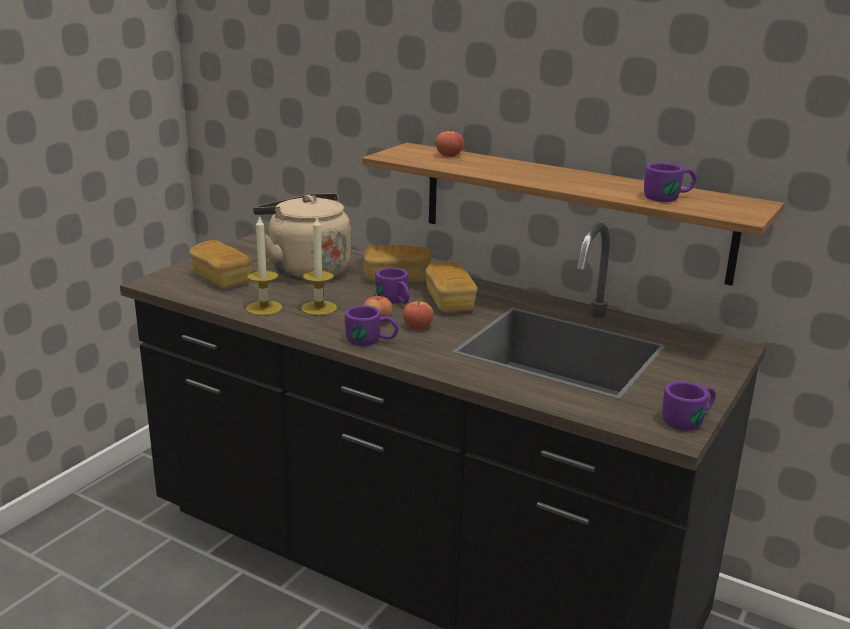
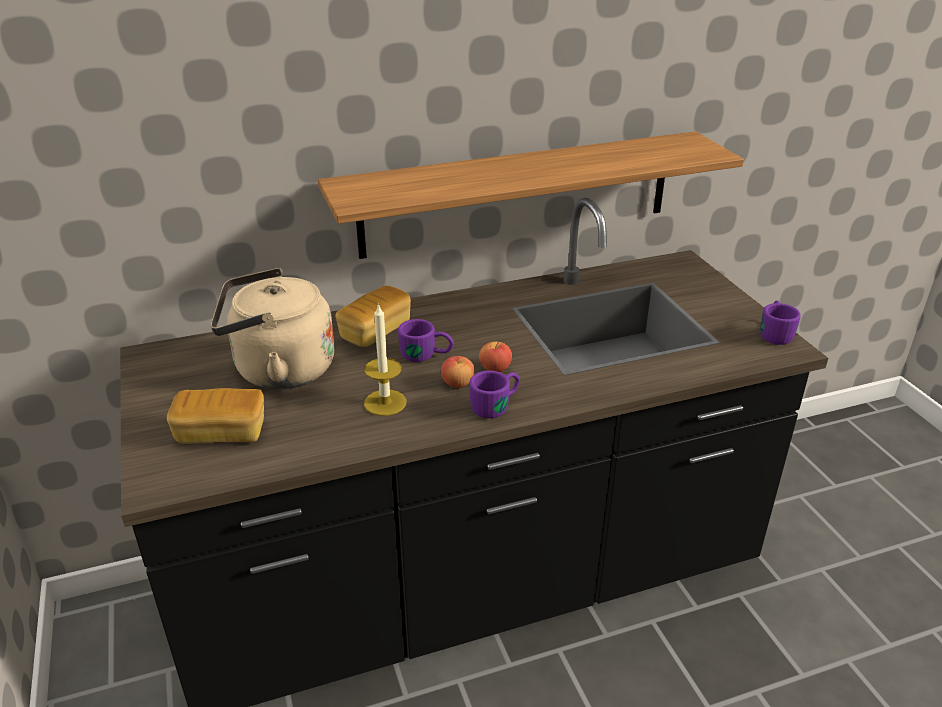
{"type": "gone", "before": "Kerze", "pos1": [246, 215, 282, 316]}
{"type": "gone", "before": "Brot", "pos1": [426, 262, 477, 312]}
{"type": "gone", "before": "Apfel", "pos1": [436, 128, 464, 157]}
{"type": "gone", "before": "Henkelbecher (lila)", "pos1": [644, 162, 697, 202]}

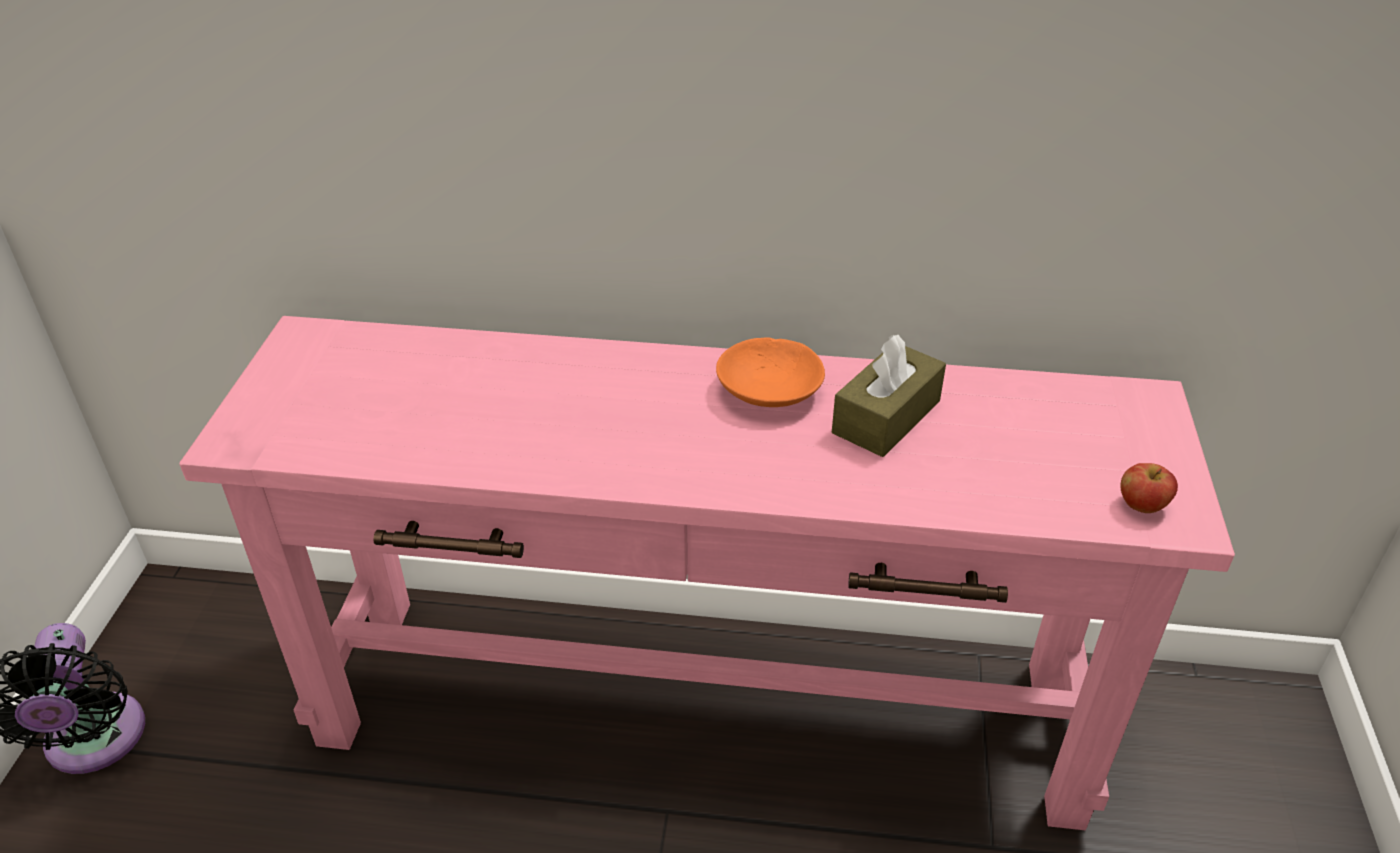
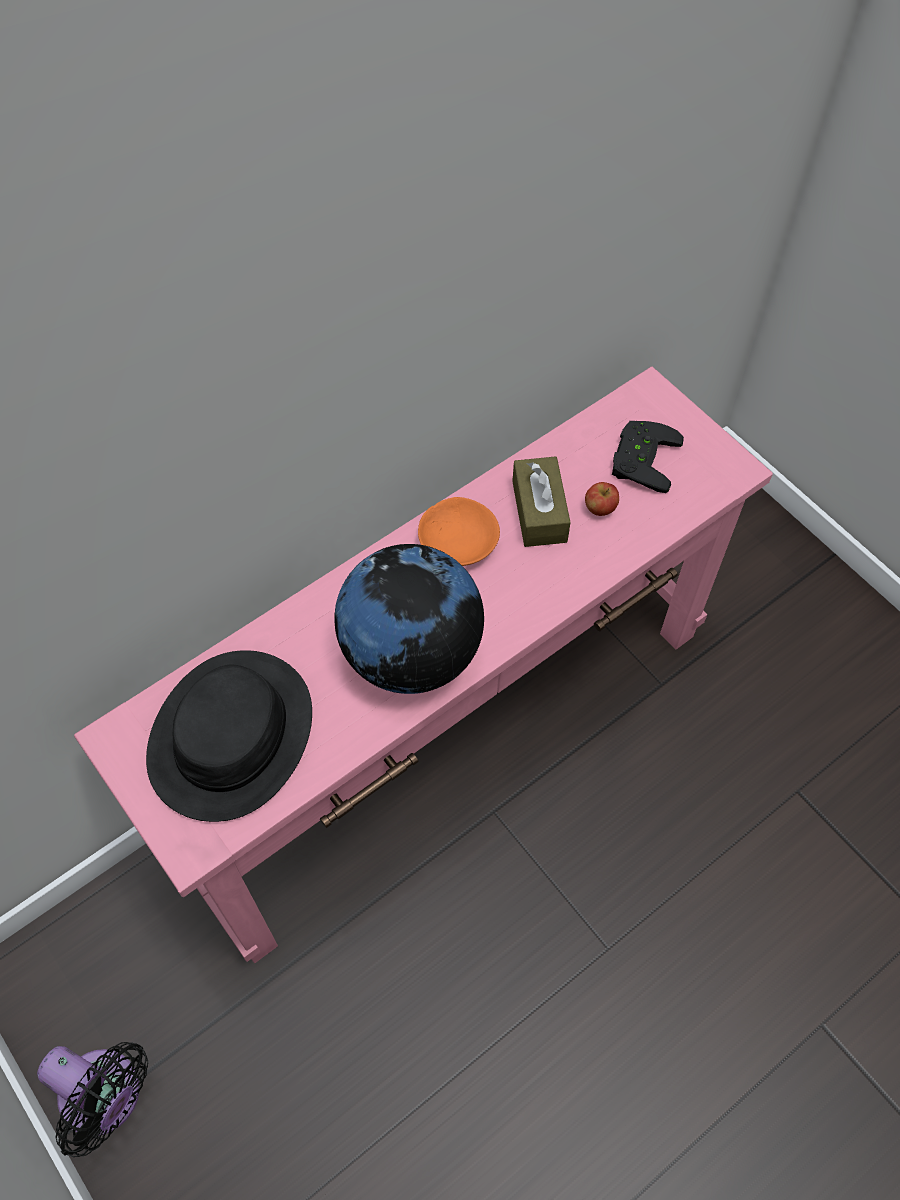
{"type": "new", "after": "Hut (schwarz)", "pos2": [146, 650, 312, 822]}
{"type": "new", "after": "Globus", "pos2": [334, 544, 484, 694]}
{"type": "shifted", "before": "Apfel", "pos1": [1120, 463, 1178, 513], "pos2": [585, 482, 619, 516]}
{"type": "new", "after": "Gamepad (schwarz)", "pos2": [612, 421, 684, 493]}

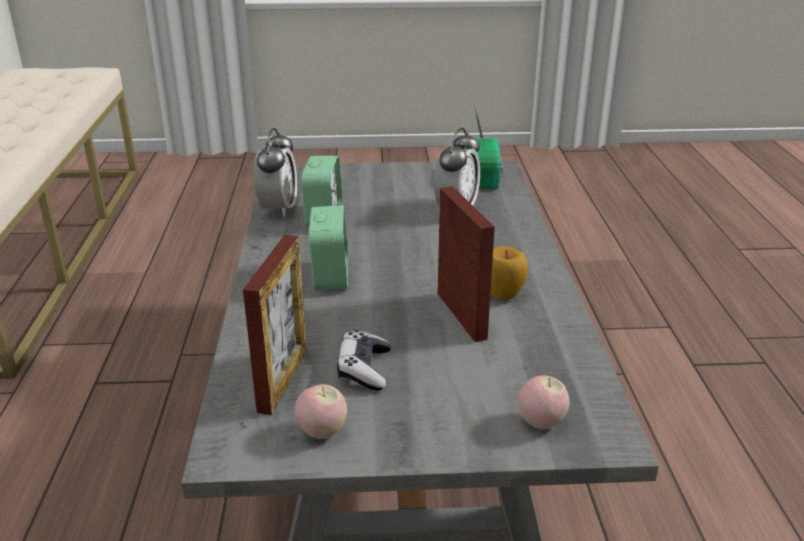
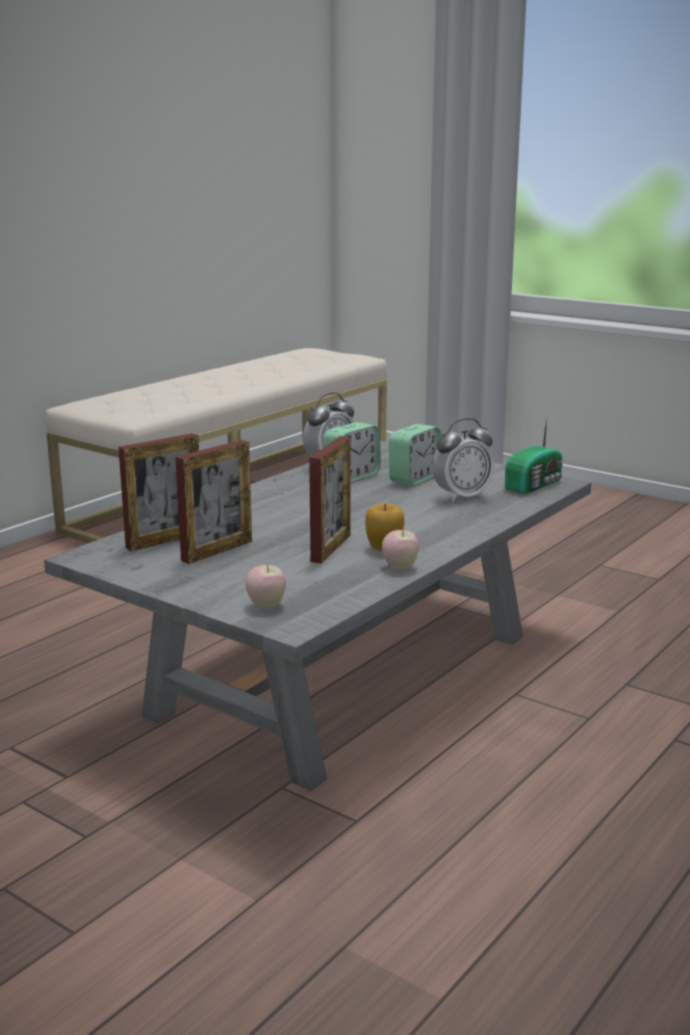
{"type": "swapped", "before": "Gamepad", "after": "Bilderrahmen", "pos1": [337, 330, 391, 391], "pos2": [175, 440, 252, 564]}
{"type": "shifted", "before": "Apfel", "pos1": [295, 384, 347, 439], "pos2": [382, 528, 419, 569]}
{"type": "shifted", "before": "Wecker", "pos1": [308, 205, 348, 290], "pos2": [389, 424, 441, 486]}

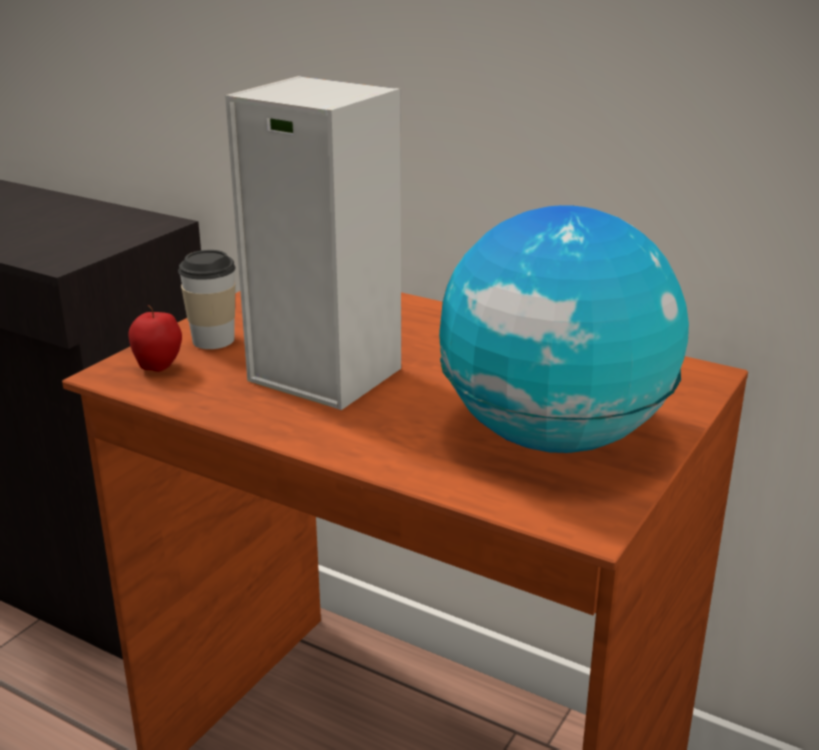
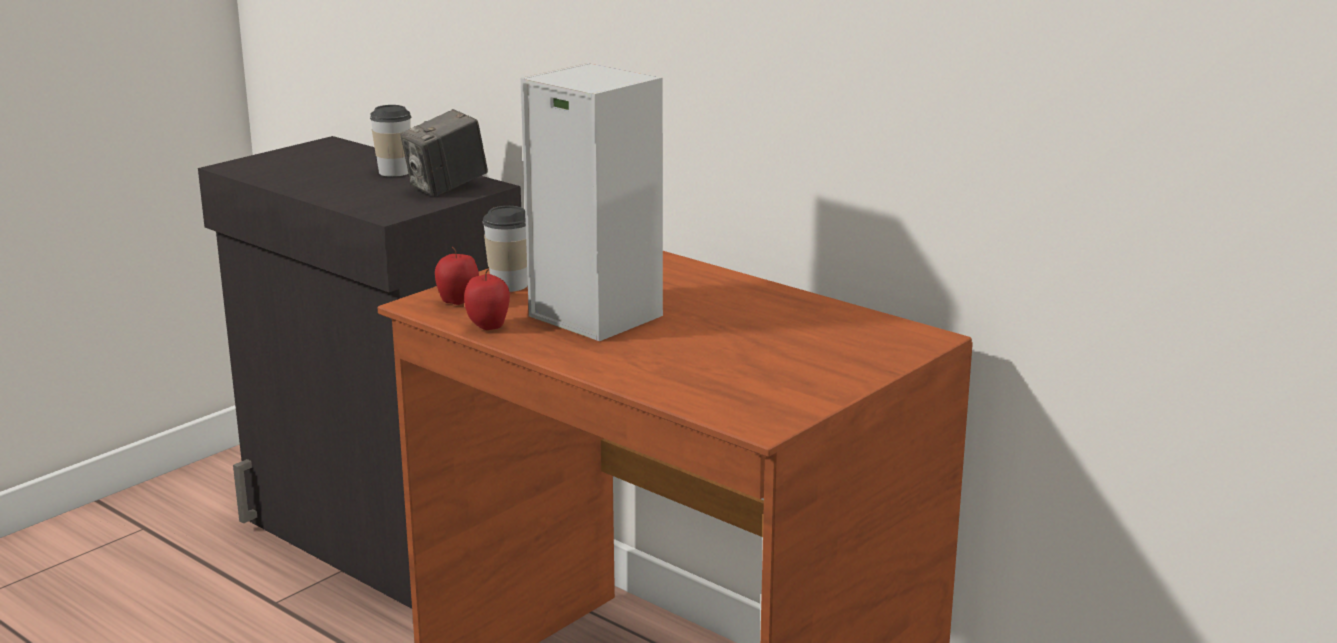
{"type": "new", "after": "Tasse", "pos2": [370, 105, 412, 177]}
{"type": "new", "after": "Kamera", "pos2": [400, 109, 488, 197]}
{"type": "new", "after": "Apfel", "pos2": [464, 269, 510, 330]}
{"type": "gone", "before": "Globus", "pos1": [439, 205, 689, 453]}

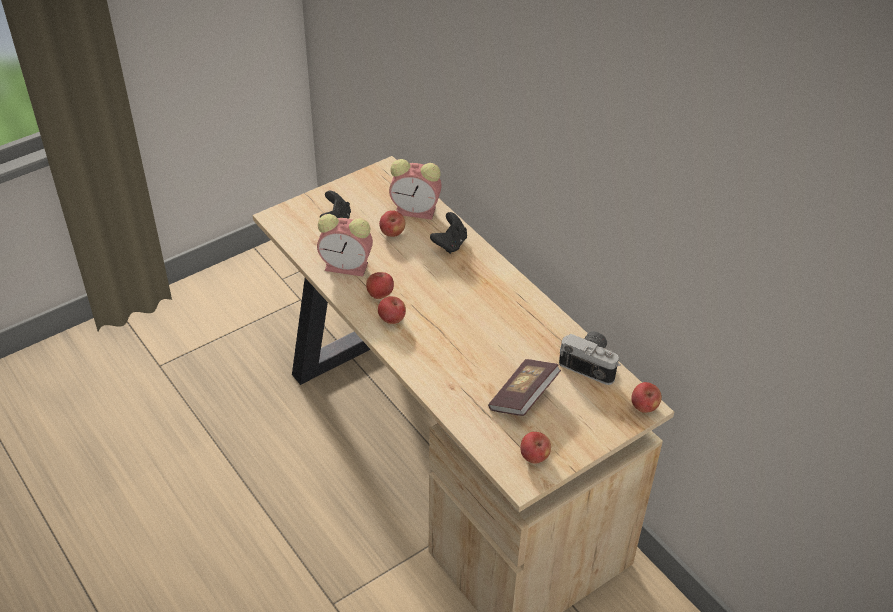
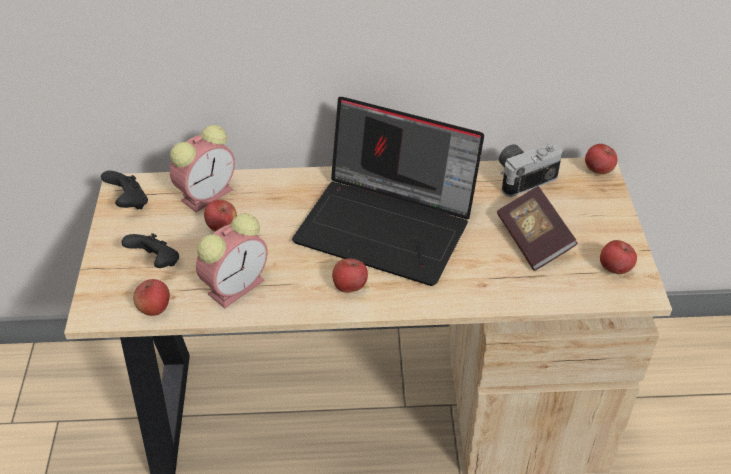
{"type": "shifted", "before": "Gamepad (schwarz)", "pos1": [430, 212, 467, 254], "pos2": [101, 170, 148, 209]}
{"type": "shifted", "before": "Apfel", "pos1": [366, 272, 394, 299], "pos2": [133, 279, 170, 316]}
{"type": "new", "after": "Laptop", "pos2": [292, 97, 484, 286]}

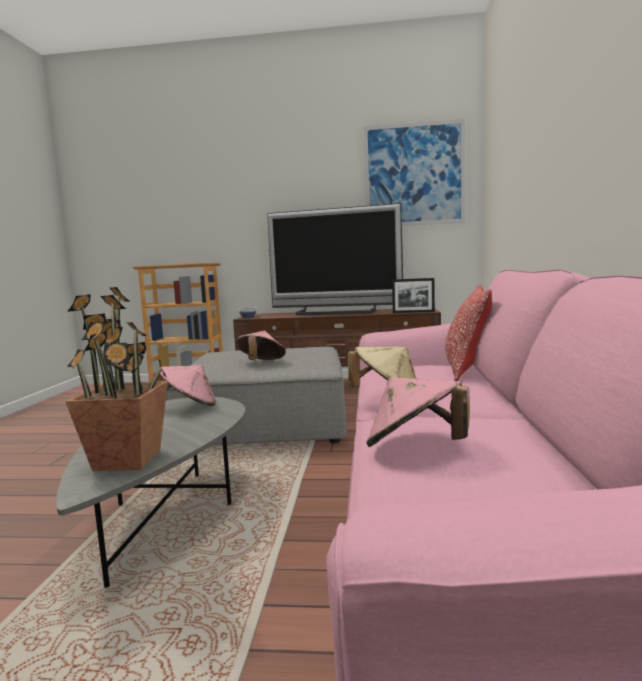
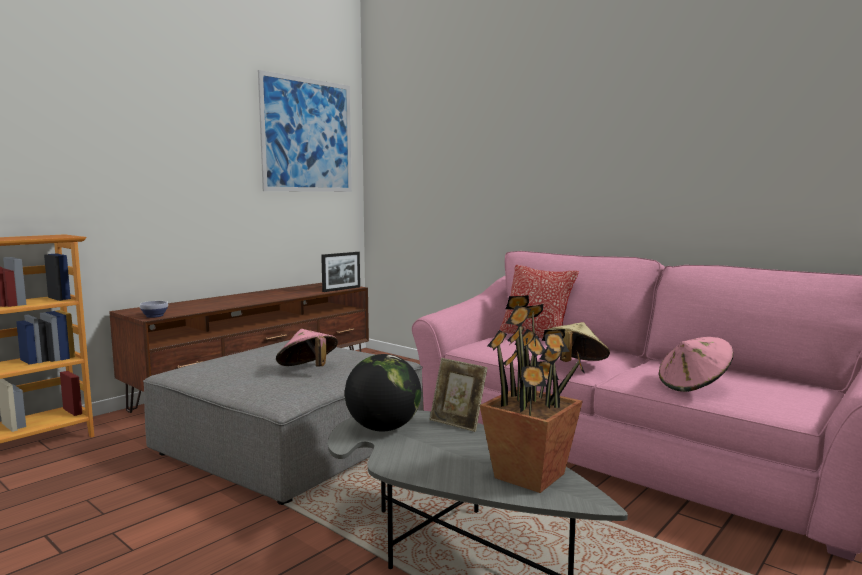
{"type": "swapped", "before": "Hut (rosa)", "after": "Globus", "pos1": [153, 365, 216, 406], "pos2": [345, 354, 421, 432]}
{"type": "new", "after": "Bilderrahmen", "pos2": [430, 358, 488, 432]}
{"type": "gone", "before": "Fernseher", "pos1": [267, 203, 403, 316]}

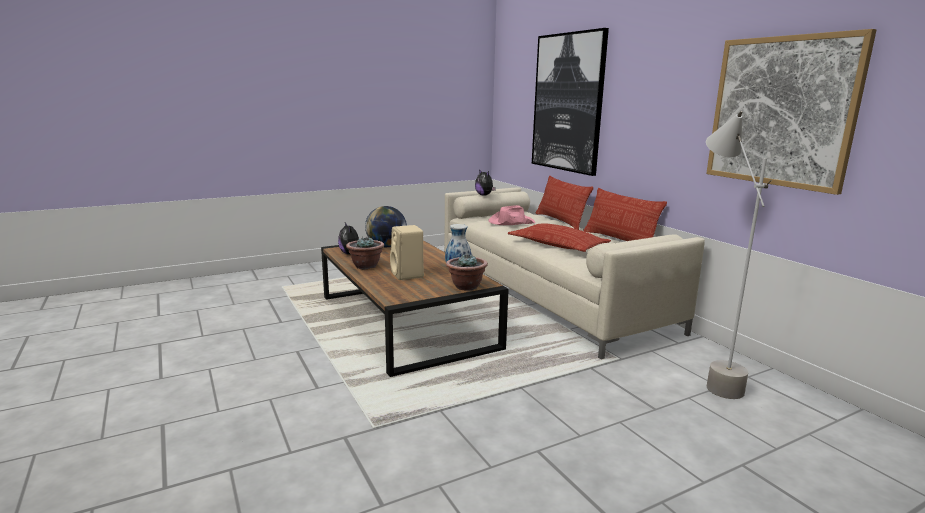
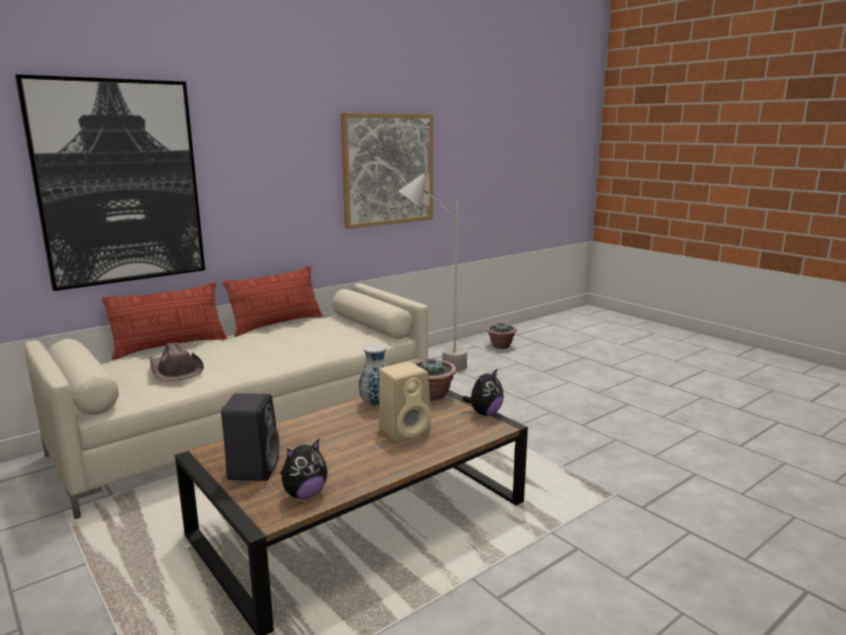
{"type": "repainted", "before": "Hut (rosa)", "after": "Hut (braun)", "pos1": [488, 205, 535, 225], "pos2": [150, 342, 204, 381]}
{"type": "swapped", "before": "Globus", "after": "Lautsprecher (schwarz)", "pos1": [365, 206, 407, 247], "pos2": [221, 393, 279, 481]}
{"type": "shifted", "before": "Plüschtier", "pos1": [475, 169, 496, 196], "pos2": [463, 369, 504, 416]}
{"type": "shifted", "before": "Topfpflanze", "pos1": [346, 236, 384, 269], "pos2": [487, 322, 517, 349]}
{"type": "gone", "before": "Kissen", "pos1": [507, 223, 611, 252]}

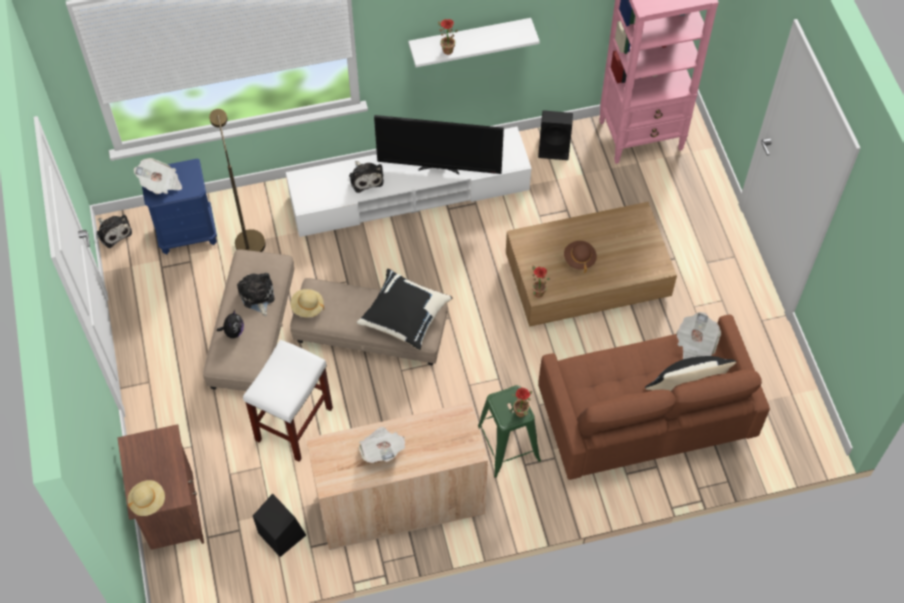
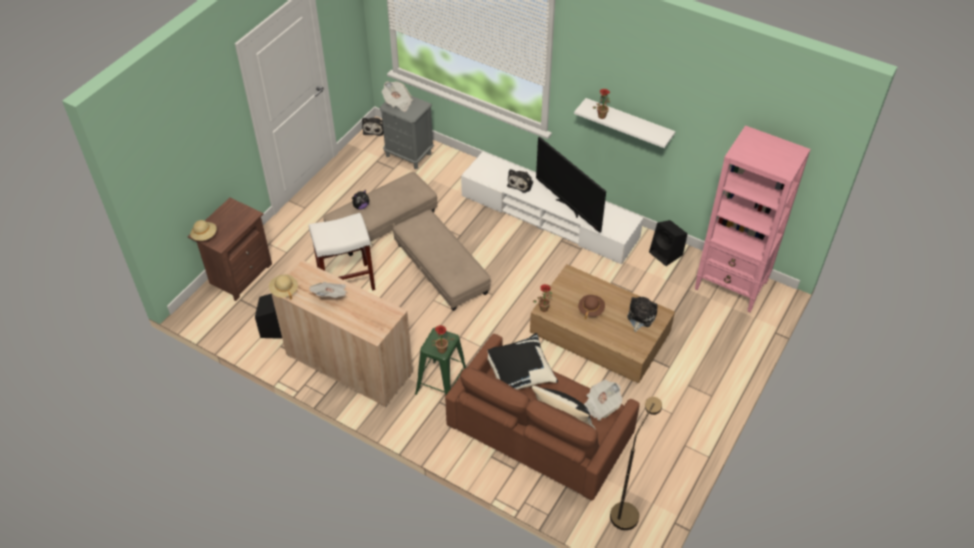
{"type": "shifted", "before": "Hut (beige)", "pos1": [291, 289, 324, 317], "pos2": [269, 274, 298, 300]}
{"type": "repainted", "before": "Nachttisch (blau)", "after": "Nachttisch (grau)", "pos1": [142, 158, 217, 255], "pos2": [380, 96, 434, 169]}
{"type": "shifted", "before": "Kissen (schwarz)", "pos1": [357, 269, 452, 350], "pos2": [487, 333, 558, 390]}
{"type": "shifted", "before": "Stehlampe (braun)", "pos1": [209, 109, 266, 252], "pos2": [610, 397, 662, 530]}
{"type": "shifted", "before": "Plüschtier", "pos1": [237, 273, 275, 316], "pos2": [627, 297, 658, 332]}

